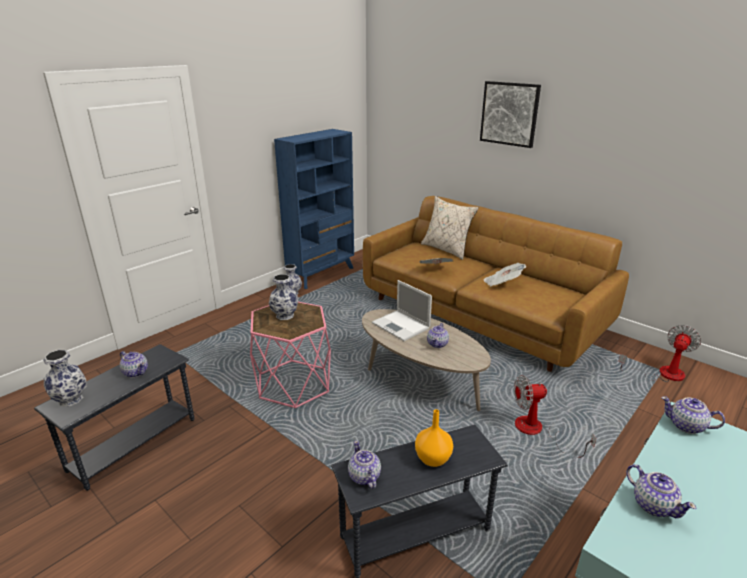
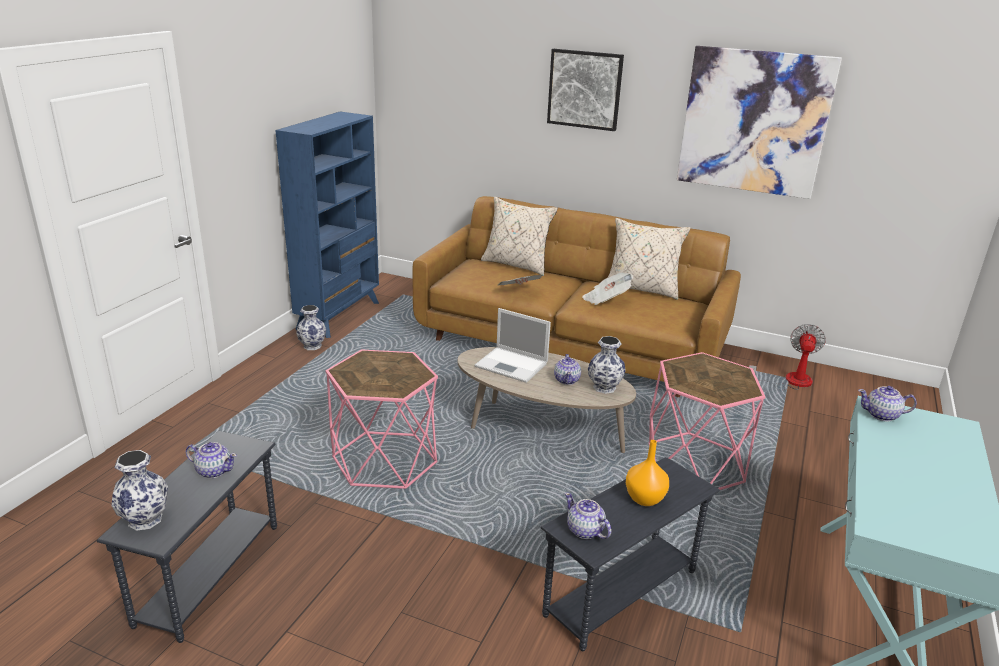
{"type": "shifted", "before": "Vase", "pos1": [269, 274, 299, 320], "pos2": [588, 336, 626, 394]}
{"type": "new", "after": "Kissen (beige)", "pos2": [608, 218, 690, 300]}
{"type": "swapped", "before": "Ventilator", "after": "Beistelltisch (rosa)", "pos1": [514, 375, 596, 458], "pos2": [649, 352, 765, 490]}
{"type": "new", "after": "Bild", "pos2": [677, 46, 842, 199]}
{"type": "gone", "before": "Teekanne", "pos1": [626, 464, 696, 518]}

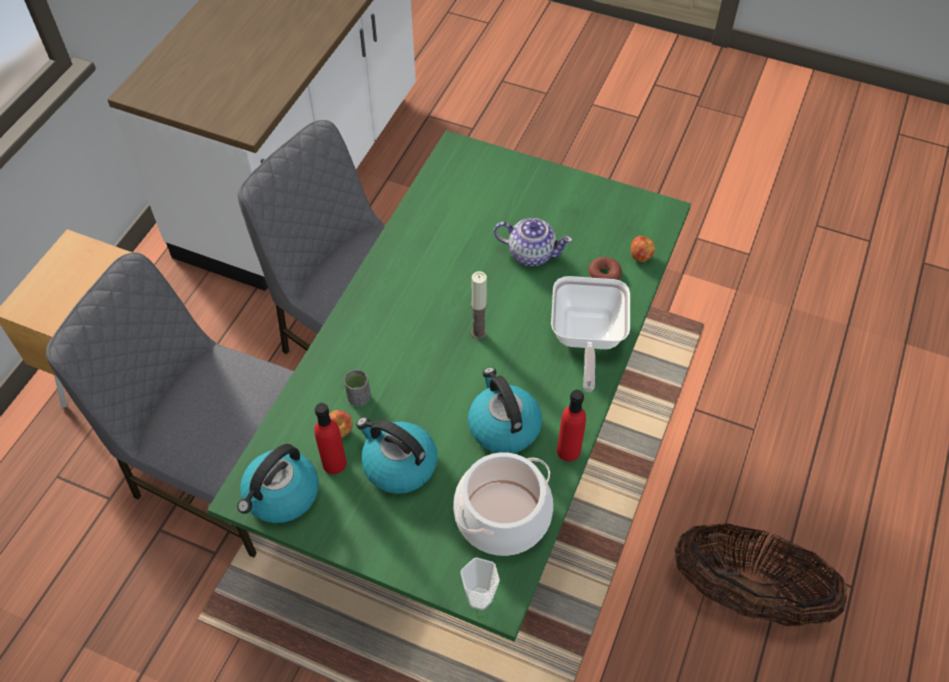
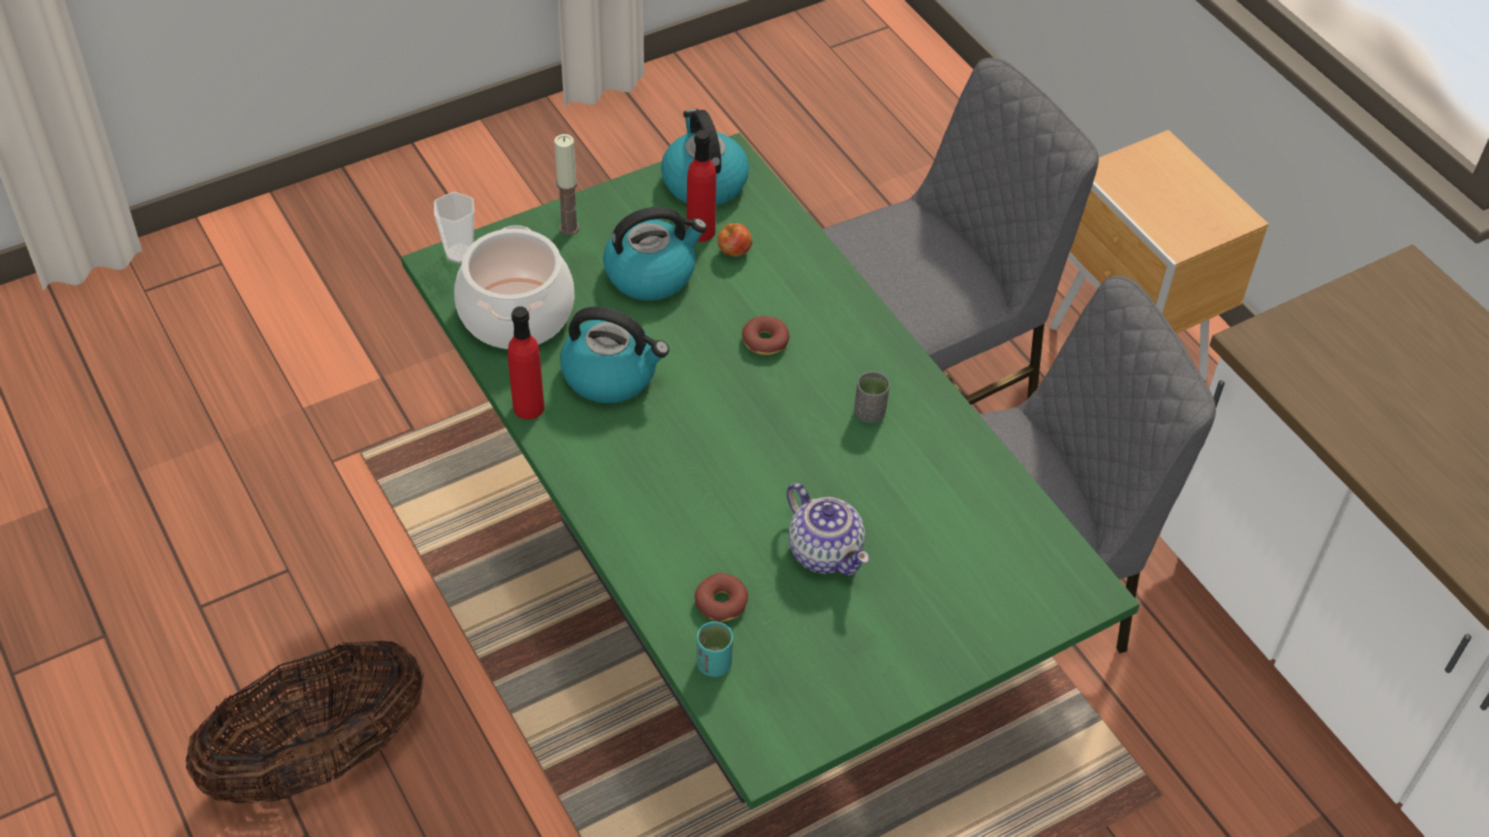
{"type": "shifted", "before": "Kerze", "pos1": [471, 271, 487, 339], "pos2": [554, 134, 580, 235]}
{"type": "swapped", "before": "Apfel", "after": "Tasse (türkis)", "pos1": [631, 236, 655, 262], "pos2": [696, 621, 733, 677]}
{"type": "new", "after": "Donut", "pos2": [742, 316, 790, 355]}
{"type": "rotated", "before": "Teekanne", "pos1": [494, 218, 573, 266], "pos2": [787, 483, 870, 576], "turn": -90}
{"type": "shifted", "before": "Tasse (grau)", "pos1": [344, 370, 371, 406], "pos2": [854, 371, 890, 423]}
{"type": "gone", "before": "Pfanne", "pos1": [551, 276, 630, 392]}

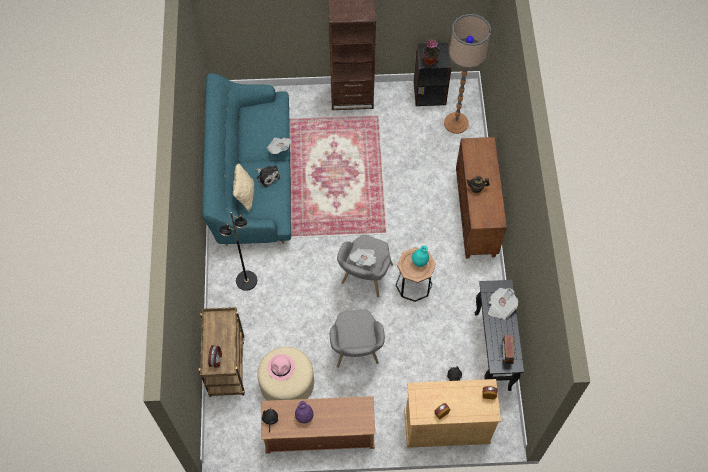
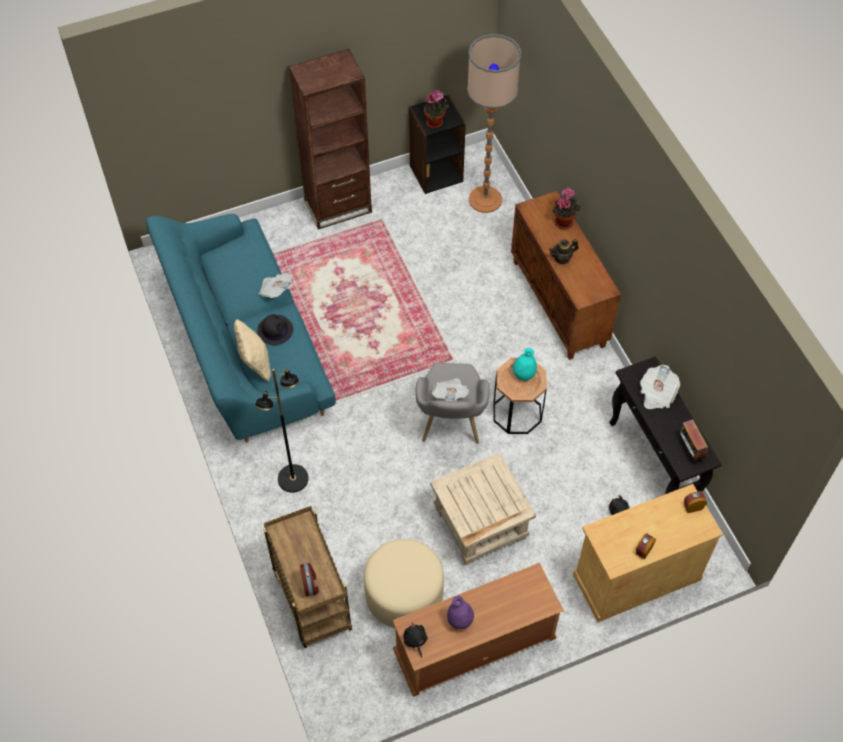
{"type": "swapped", "before": "Plüschtier", "after": "Hut (schwarz)", "pos1": [256, 165, 280, 188], "pos2": [257, 314, 293, 346]}
{"type": "swapped", "before": "Sessel (grau)", "after": "Beistelltisch (beige)", "pos1": [330, 310, 385, 368], "pos2": [430, 452, 536, 565]}
{"type": "new", "after": "Topfpflanze", "pos2": [552, 188, 580, 230]}
{"type": "gone", "before": "Hut (rosa)", "pos1": [267, 354, 295, 380]}

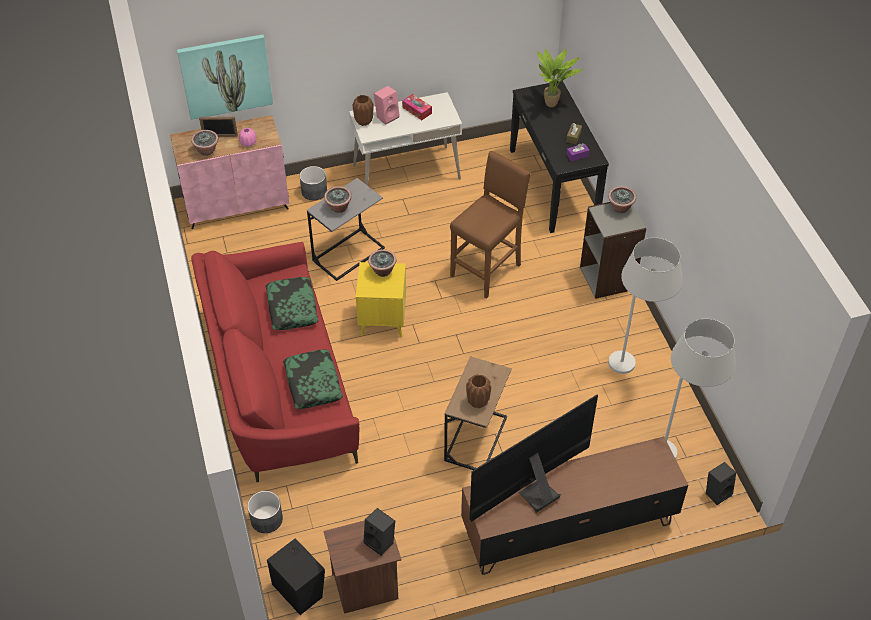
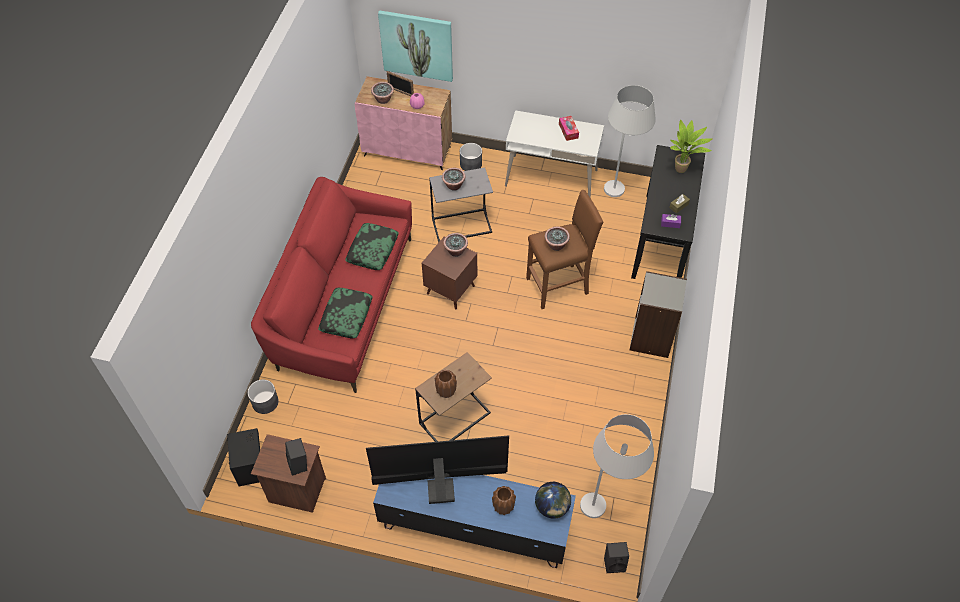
{"type": "repainted", "before": "Fernsehschrank (braun)", "after": "Fernsehschrank (blau)", "pos1": [461, 436, 688, 575], "pos2": [373, 475, 576, 568]}
{"type": "repainted", "before": "Beistelltisch (gelb)", "after": "Beistelltisch (braun)", "pos1": [356, 262, 406, 337], "pos2": [422, 237, 477, 310]}
{"type": "shifted", "before": "Vase (braun)", "pos1": [352, 95, 373, 126], "pos2": [492, 486, 516, 515]}
{"type": "new", "after": "Globus", "pos2": [535, 482, 571, 518]}
{"type": "shifted", "before": "Topfpflanze", "pos1": [608, 186, 636, 213], "pos2": [545, 227, 570, 251]}
{"type": "shifted", "before": "Stehlampe (weiß)", "pos1": [608, 238, 683, 374], "pos2": [604, 85, 656, 197]}
{"type": "gone", "before": "Lautsprecher (rosa)", "pos1": [374, 86, 400, 125]}

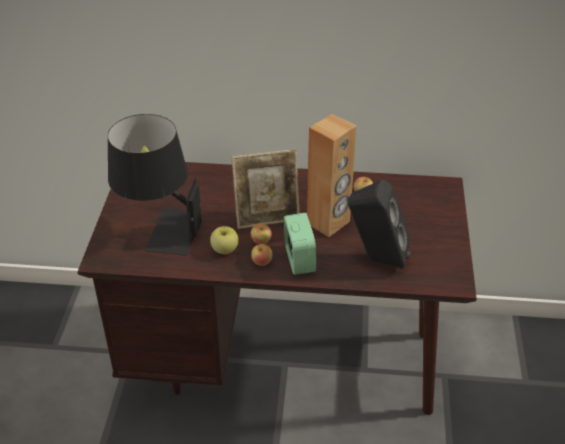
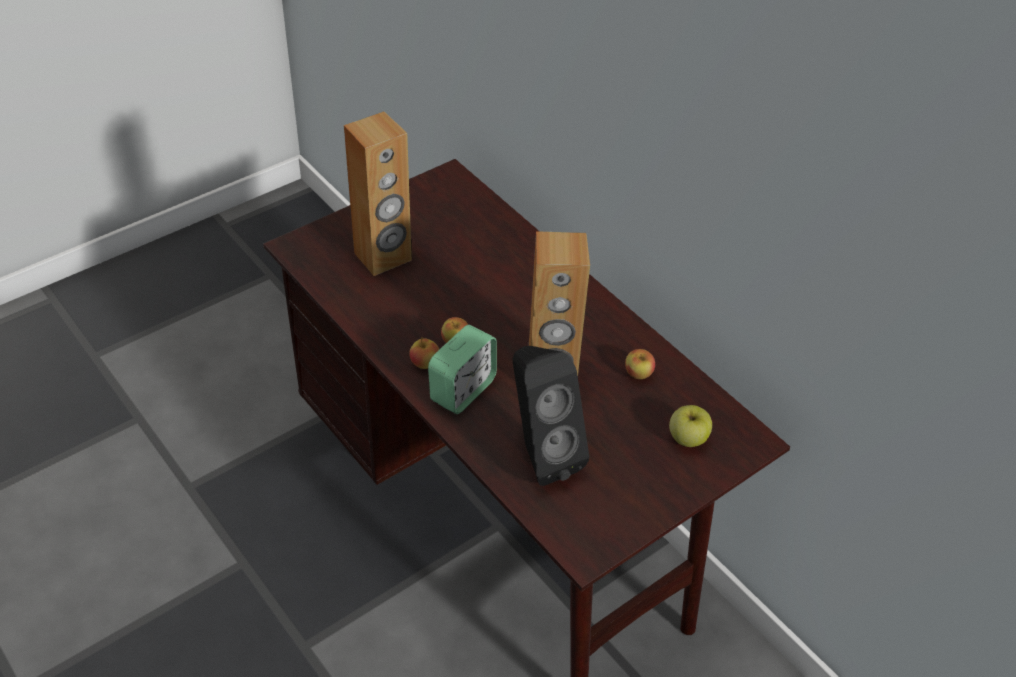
{"type": "swapped", "before": "Tischlampe (schwarz)", "after": "Lautsprecher (braun)", "pos1": [108, 114, 203, 256], "pos2": [344, 111, 412, 276]}
{"type": "shifted", "before": "Apfel", "pos1": [210, 226, 239, 254], "pos2": [669, 405, 712, 447]}
{"type": "gone", "before": "Bilderrahmen", "pos1": [232, 149, 300, 229]}

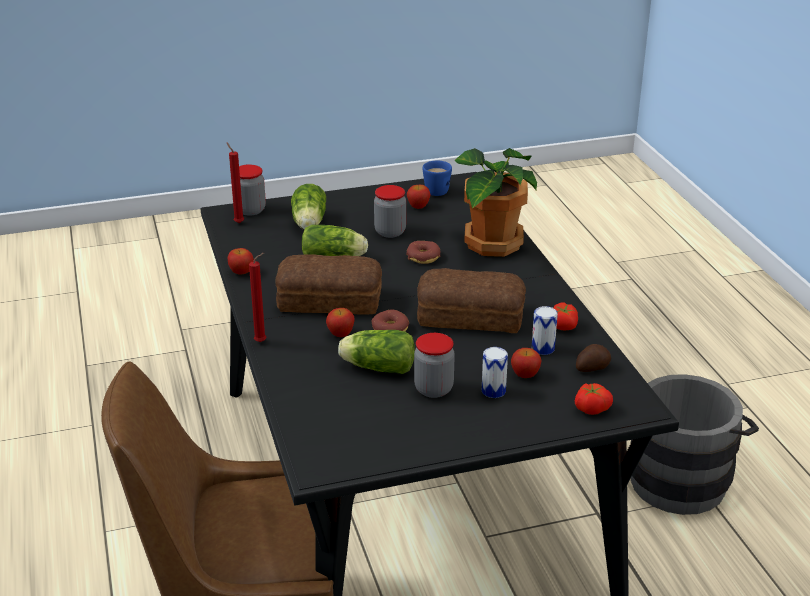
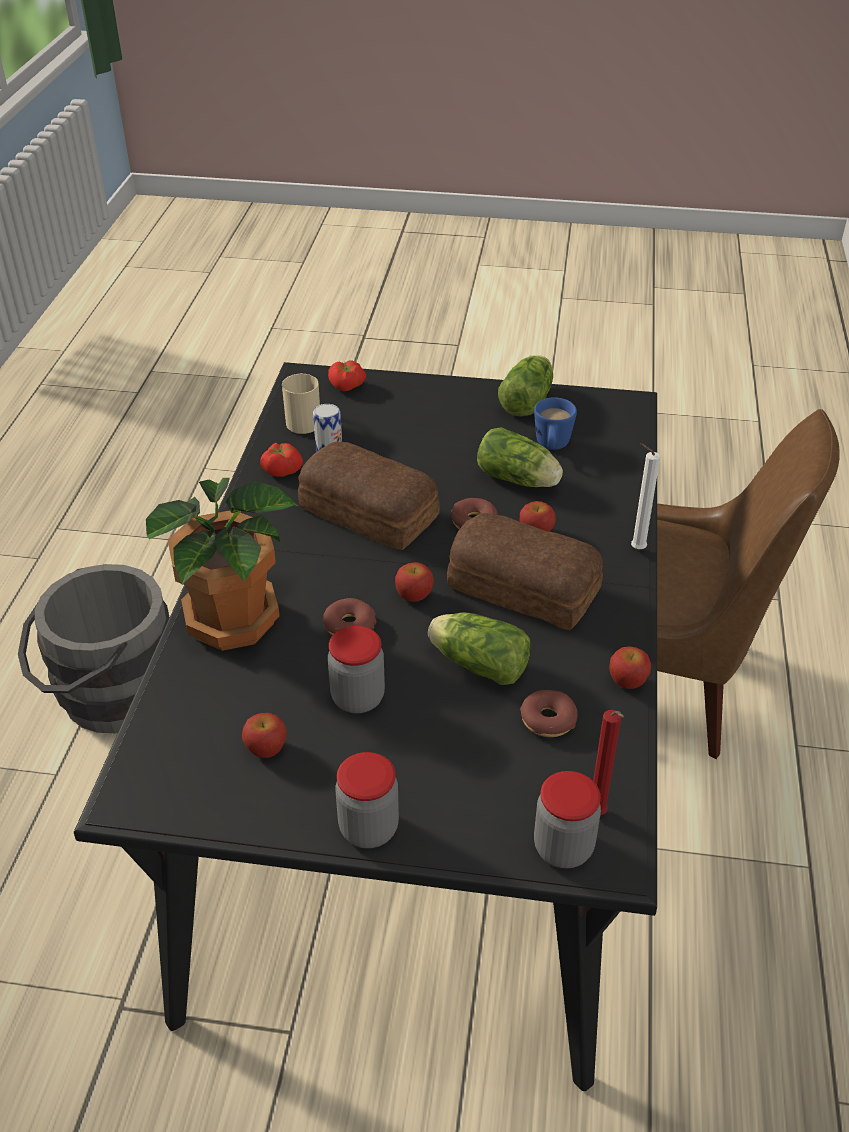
{"type": "swapped", "before": "Kartoffel", "after": "Henkelbecher (beige)", "pos1": [576, 344, 611, 372], "pos2": [282, 373, 320, 434]}
{"type": "shifted", "before": "Vorratsglas", "pos1": [414, 333, 455, 398], "pos2": [335, 752, 399, 848]}
{"type": "shifted", "before": "Apfel", "pos1": [511, 348, 542, 378], "pos2": [395, 562, 434, 602]}
{"type": "shifted", "before": "Salatkopf", "pos1": [291, 184, 326, 230], "pos2": [498, 355, 553, 417]}
{"type": "new", "after": "Donut", "pos2": [520, 690, 578, 737]}
{"type": "shifted", "before": "Henkelbecher (blau)", "pos1": [422, 161, 452, 196], "pos2": [534, 397, 577, 450]}
{"type": "repainted", "before": "Kerze (rot)", "after": "Kerze (weiß)", "pos1": [249, 253, 266, 343], "pos2": [631, 443, 660, 549]}
{"type": "gone", "before": "Dose", "pos1": [482, 347, 508, 398]}

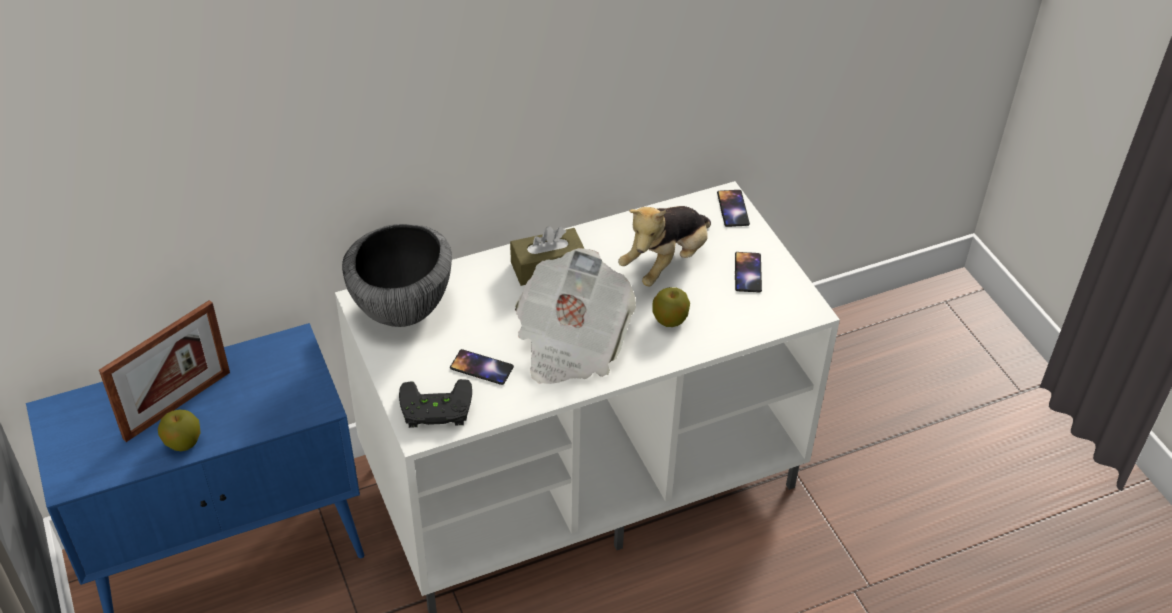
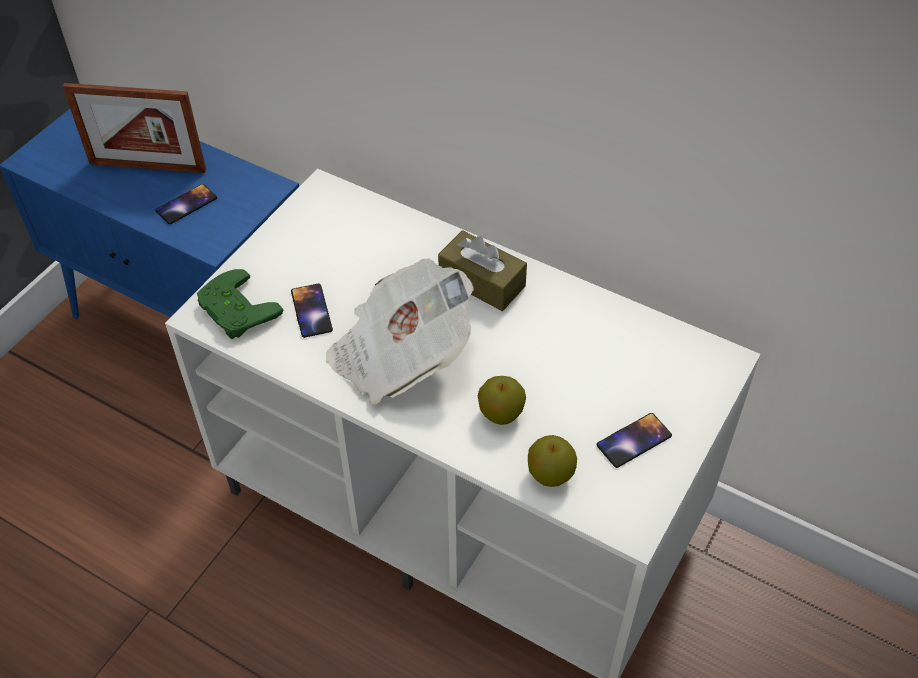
{"type": "shifted", "before": "Handy", "pos1": [717, 190, 750, 227], "pos2": [155, 184, 217, 224]}
{"type": "repainted", "before": "Gamepad (schwarz)", "after": "Gamepad (grün)", "pos1": [399, 379, 472, 428], "pos2": [197, 269, 283, 339]}
{"type": "shifted", "before": "Apfel", "pos1": [158, 410, 201, 451], "pos2": [528, 435, 577, 487]}
{"type": "gone", "before": "Schüssel", "pos1": [342, 224, 452, 327]}
{"type": "gone", "before": "Plüschtier", "pos1": [618, 206, 711, 287]}

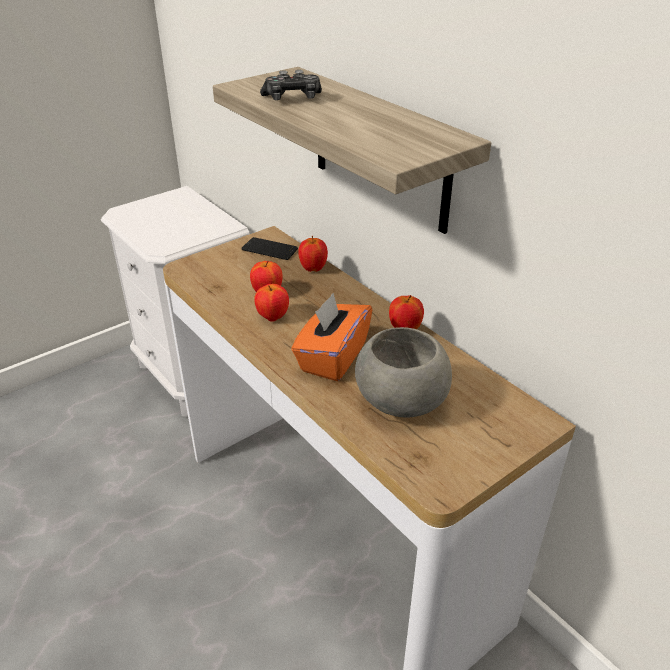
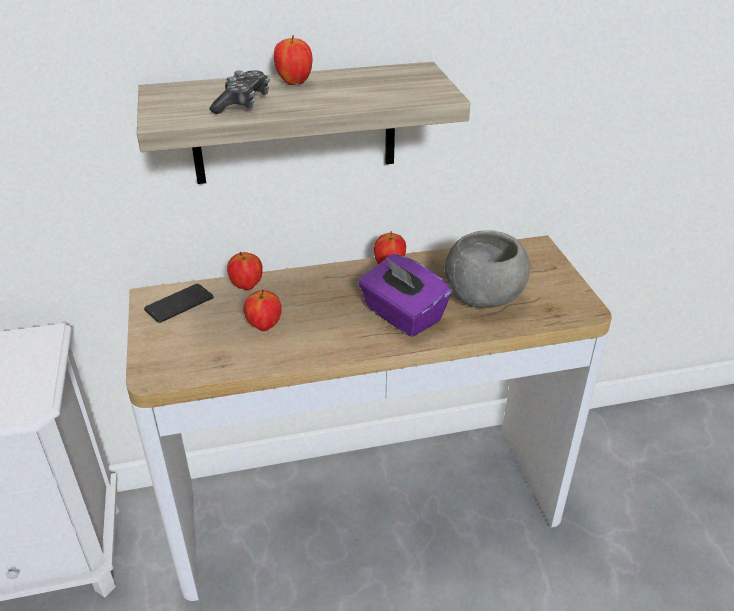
{"type": "shifted", "before": "Apfel", "pos1": [254, 284, 289, 322], "pos2": [274, 35, 312, 85]}
{"type": "repainted", "before": "Taschentuchbox (orange)", "after": "Taschentuchbox (lila)", "pos1": [291, 293, 372, 381], "pos2": [358, 254, 452, 337]}

